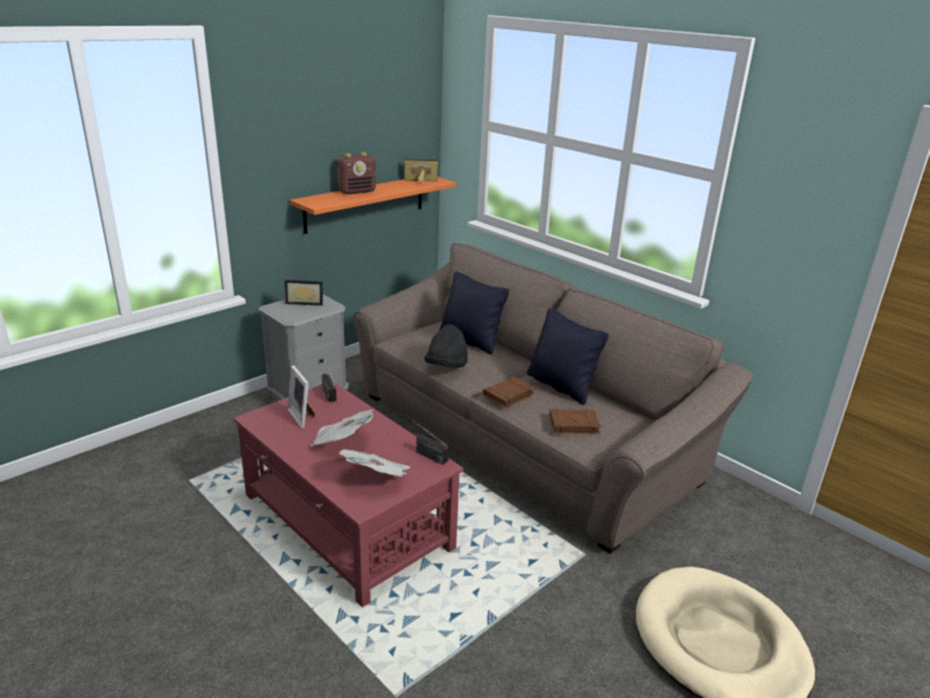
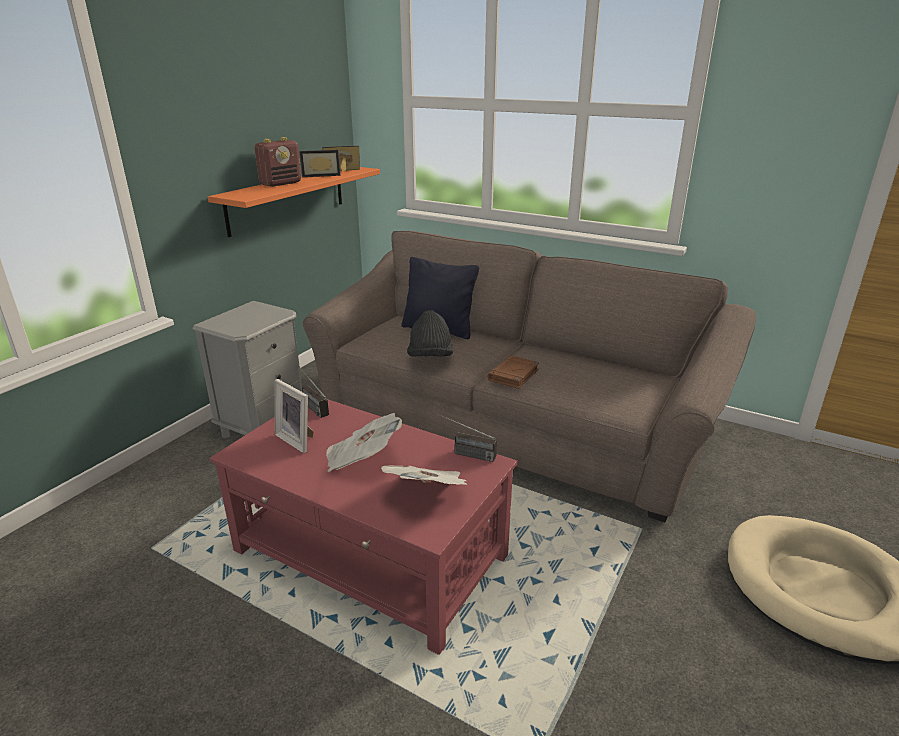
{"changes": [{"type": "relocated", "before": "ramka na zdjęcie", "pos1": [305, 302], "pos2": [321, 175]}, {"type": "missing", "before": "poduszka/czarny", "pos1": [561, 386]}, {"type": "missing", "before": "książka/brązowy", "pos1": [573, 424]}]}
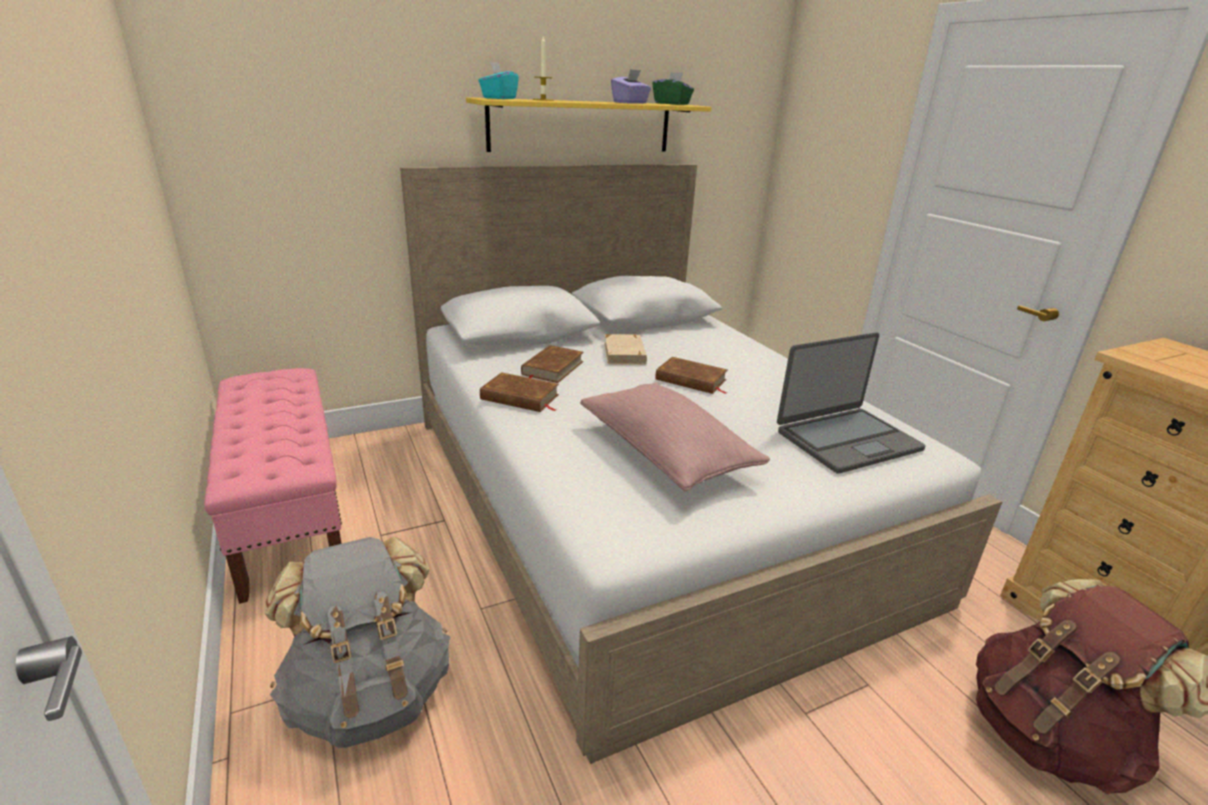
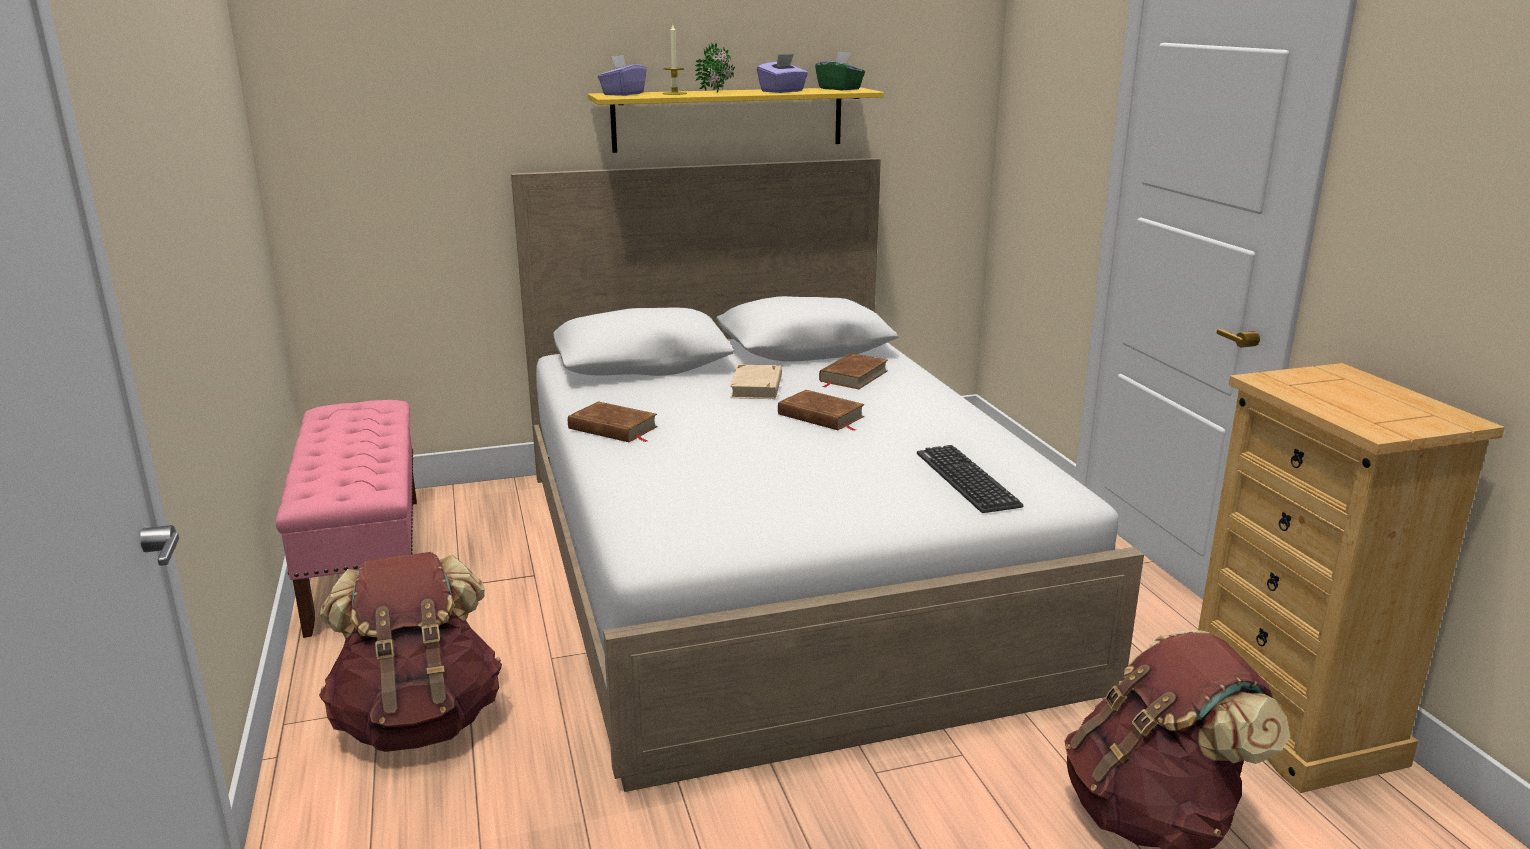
{"changes": [{"type": "colour", "before": "plecak/szary", "after": "plecak/brązowy", "pos1": [370, 694], "pos2": [419, 721]}, {"type": "colour", "before": "pudełko chusteczek/turkusowy", "after": "pudełko chusteczek/fioletowy", "pos1": [499, 98], "pos2": [623, 94]}, {"type": "relocated", "before": "książka/brązowy", "pos1": [552, 368], "pos2": [853, 376]}, {"type": "missing", "before": "poduszka/różowy", "pos1": [665, 453]}, {"type": "exchanged", "before": "laptop", "after": "klawiatura", "pos1": [846, 440], "pos2": [967, 479]}, {"type": "appeared", "after": "roślina doniczkowa", "pos2": [718, 92]}]}
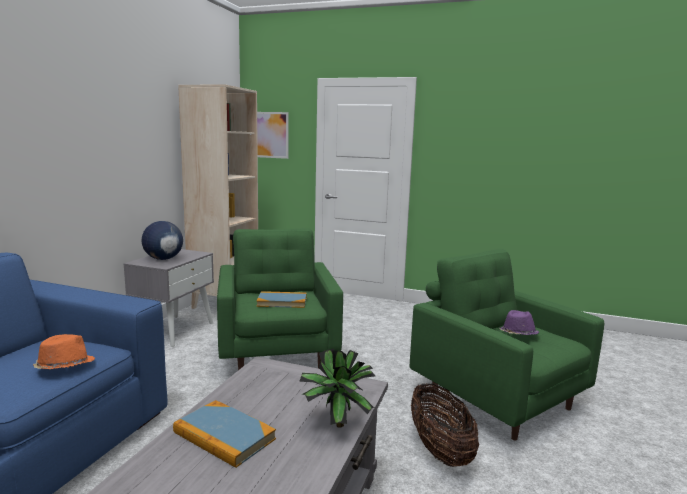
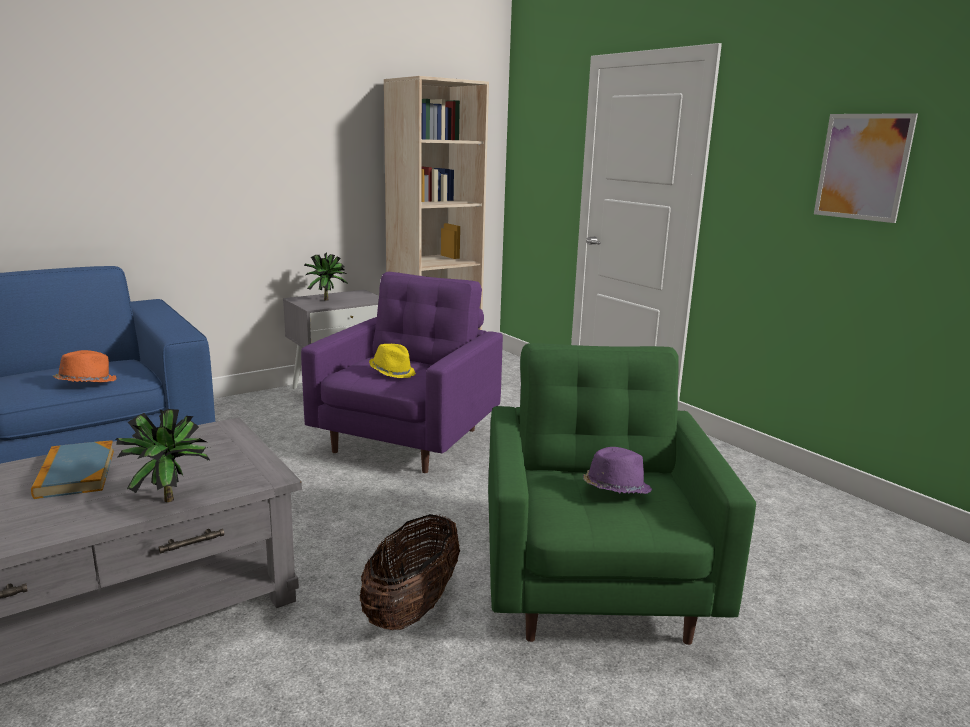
{"changes": [{"type": "exchanged", "before": "globus", "after": "roślina doniczkowa", "pos1": [163, 259], "pos2": [326, 299]}, {"type": "colour", "before": "fotel/zielony", "after": "fotel/fioletowy", "pos1": [278, 351], "pos2": [409, 439]}, {"type": "relocated", "before": "obraz", "pos1": [271, 135], "pos2": [863, 167]}, {"type": "exchanged", "before": "książka", "after": "kapelusz/żółty", "pos1": [282, 302], "pos2": [392, 372]}]}
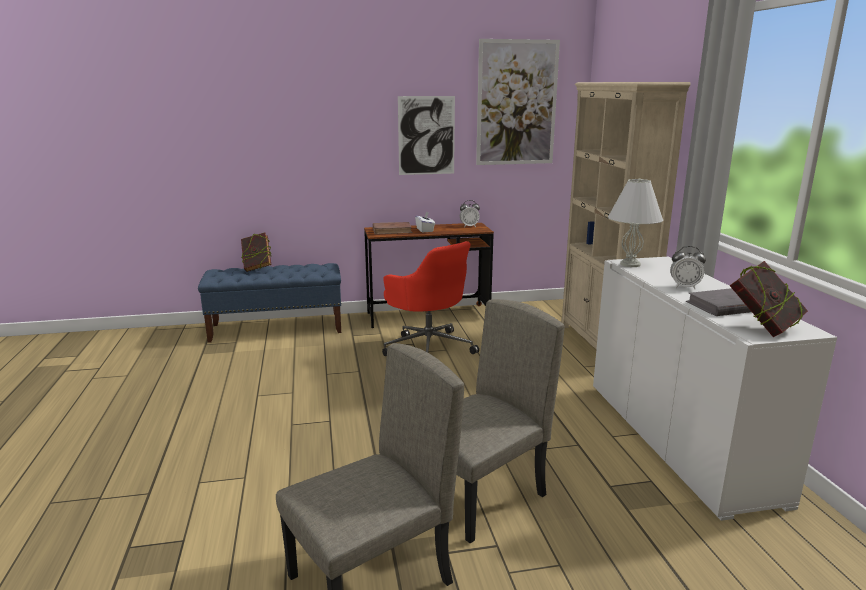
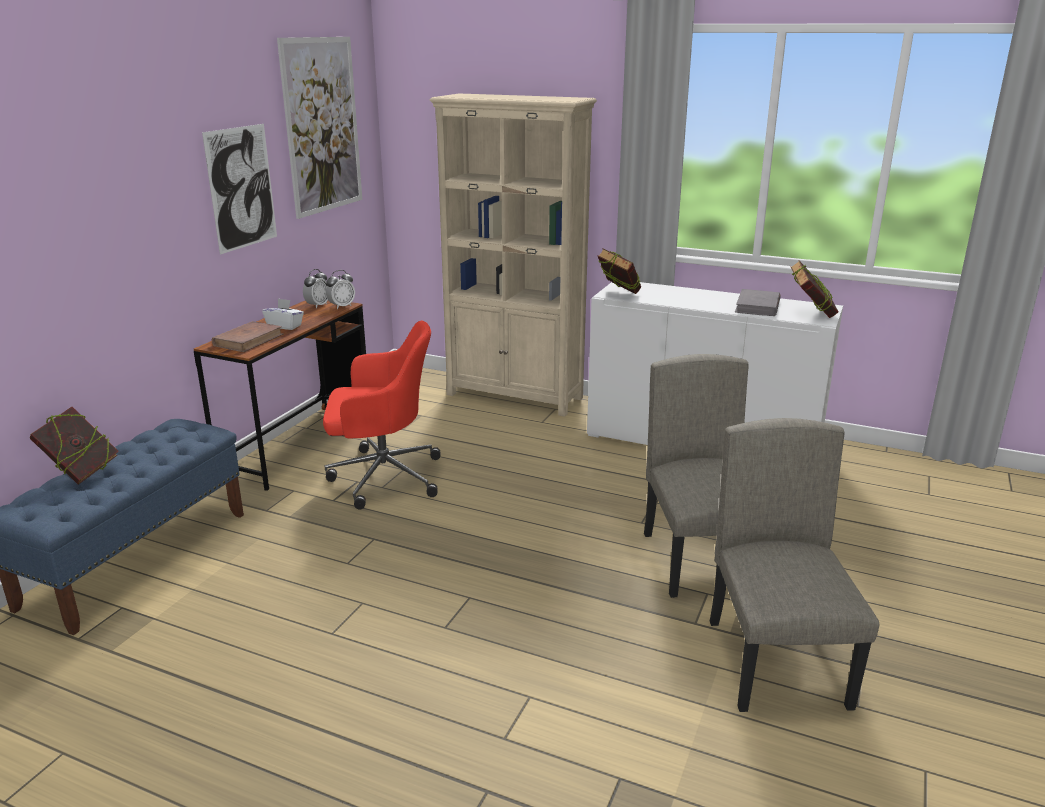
{"changes": [{"type": "exchanged", "before": "lampa stołowa/biały", "after": "książka", "pos1": [630, 264], "pos2": [618, 295]}, {"type": "relocated", "before": "budzik", "pos1": [684, 287], "pos2": [341, 306]}]}
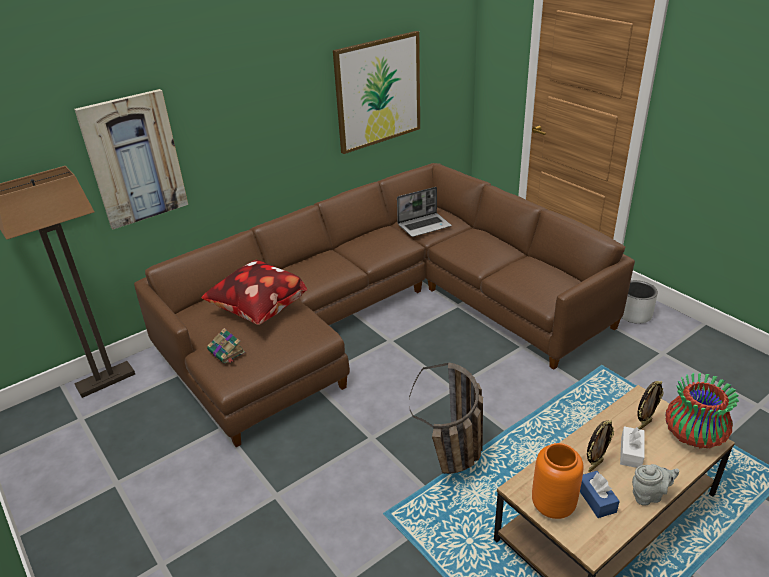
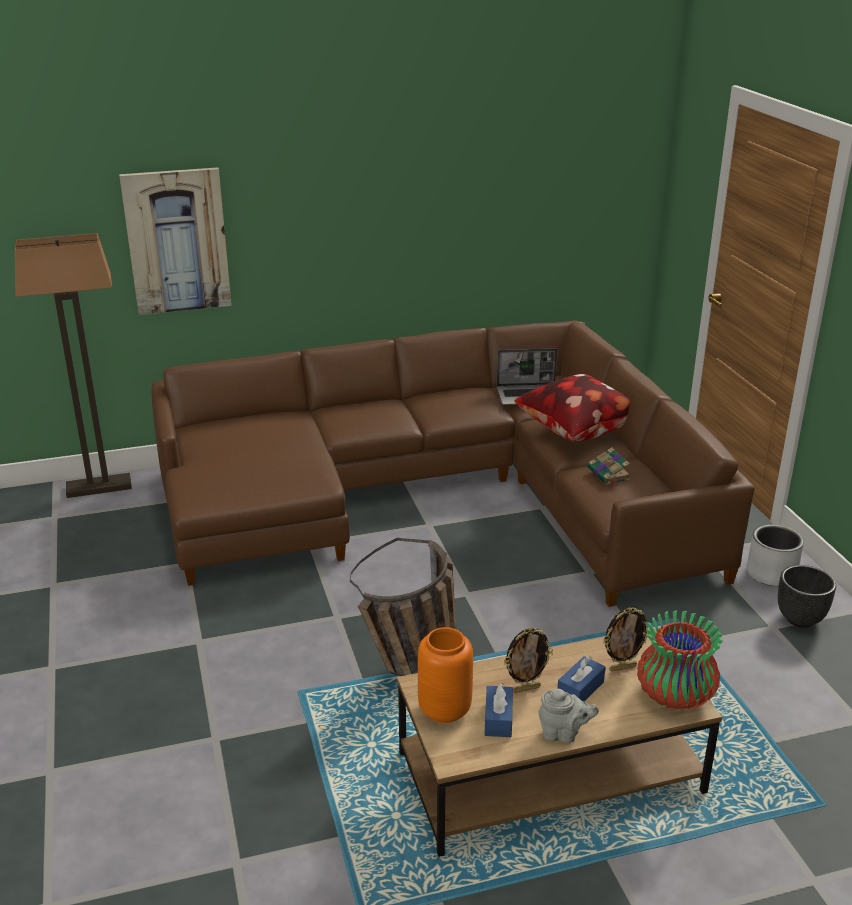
{"changes": [{"type": "relocated", "before": "poduszka", "pos1": [259, 312], "pos2": [574, 433]}, {"type": "relocated", "before": "książka", "pos1": [227, 352], "pos2": [609, 474]}, {"type": "missing", "before": "obraz", "pos1": [378, 92]}, {"type": "colour", "before": "pudełko chusteczek/biały", "after": "pudełko chusteczek/niebieski", "pos1": [631, 452], "pos2": [580, 689]}, {"type": "appeared", "after": "donica/czarny", "pos2": [800, 619]}]}
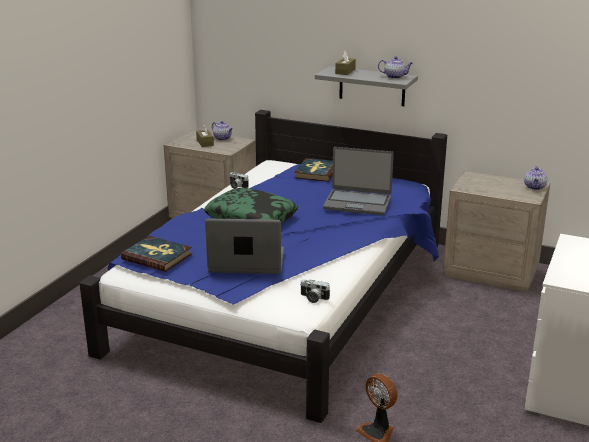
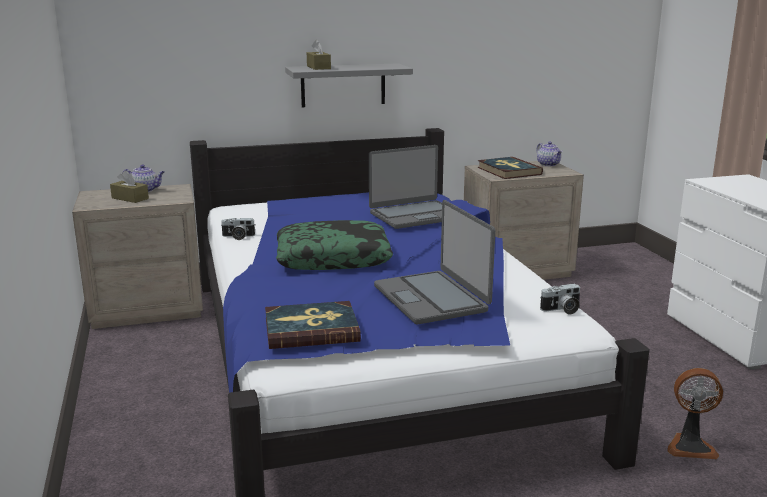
{"changes": [{"type": "spun", "before": "laptop", "pos1": [246, 262], "pos2": [431, 298], "turn": -75}, {"type": "relocated", "before": "książka", "pos1": [316, 172], "pos2": [508, 171]}, {"type": "missing", "before": "imbryk", "pos1": [395, 77]}]}
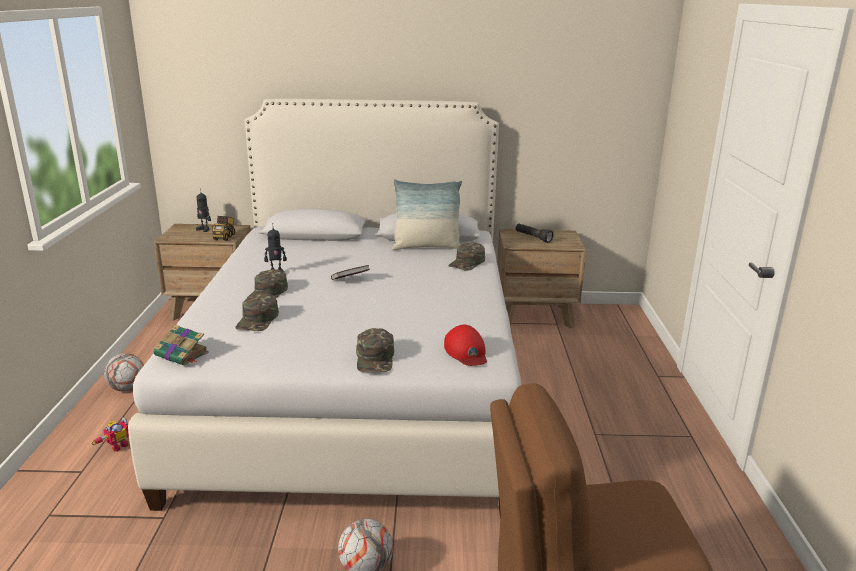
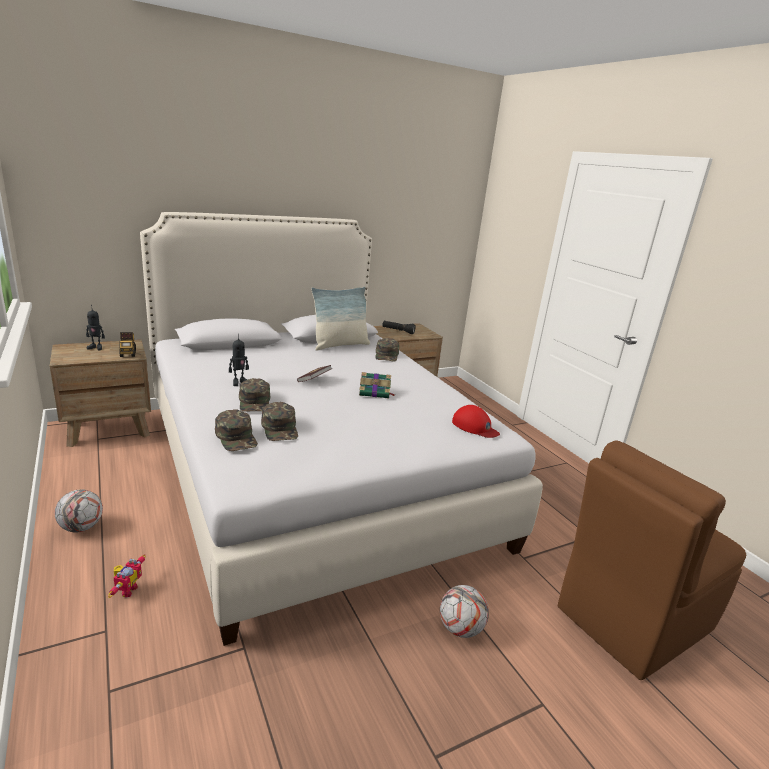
{"changes": [{"type": "relocated", "before": "książka", "pos1": [182, 354], "pos2": [375, 392]}, {"type": "relocated", "before": "czapka z daszkiem/zielony", "pos1": [375, 358], "pos2": [236, 437]}]}
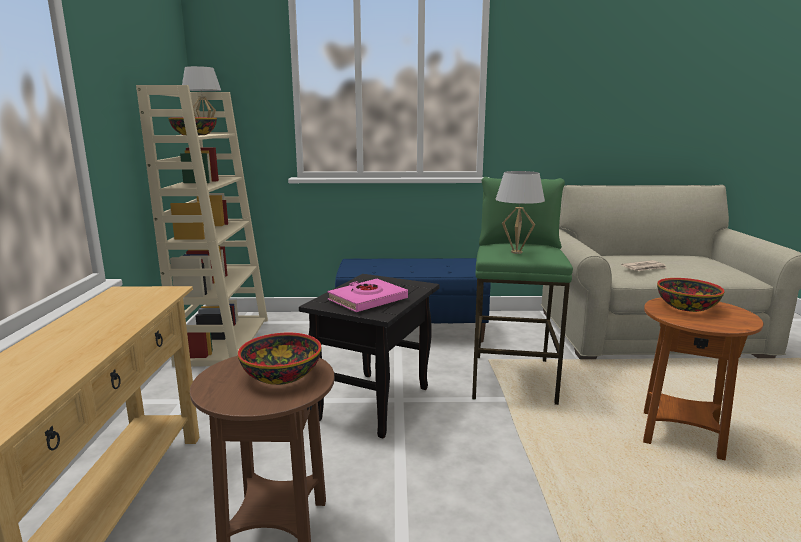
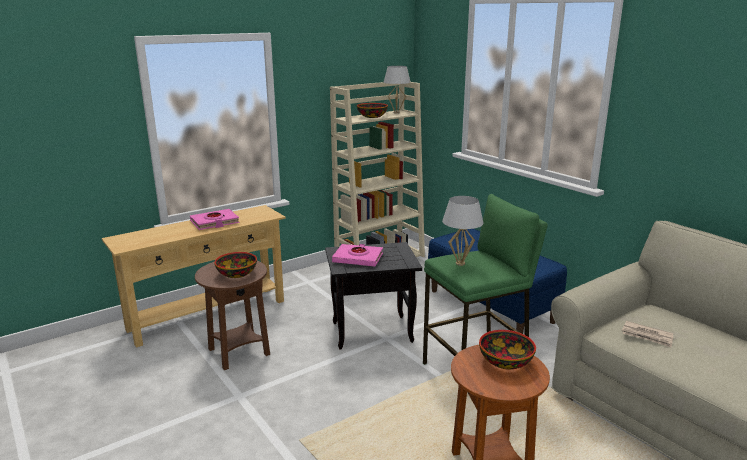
{"changes": [{"type": "appeared", "after": "książka/różowy", "pos2": [215, 222]}]}
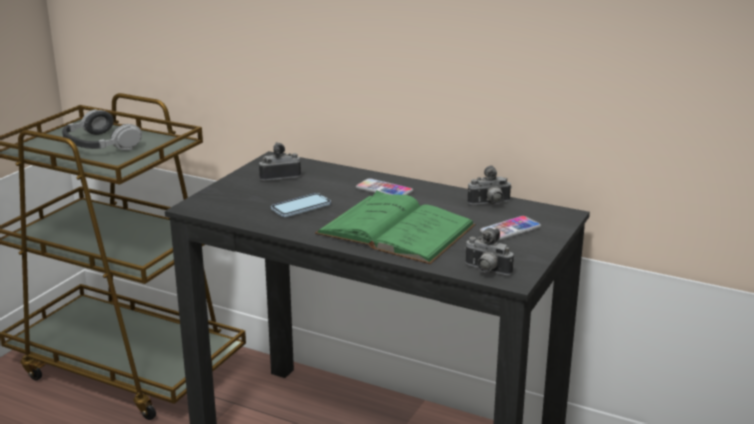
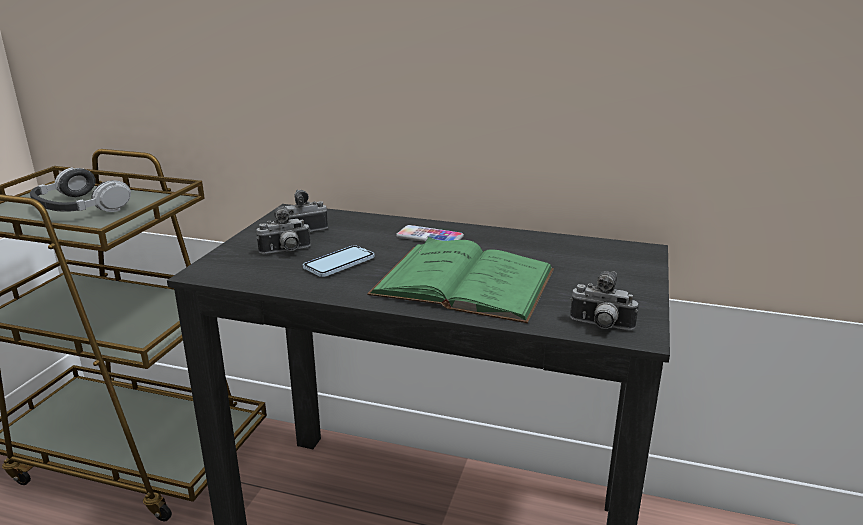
{"changes": [{"type": "relocated", "before": "aparat fotograficzny", "pos1": [490, 204], "pos2": [286, 252]}, {"type": "missing", "before": "telefon", "pos1": [510, 230]}]}
